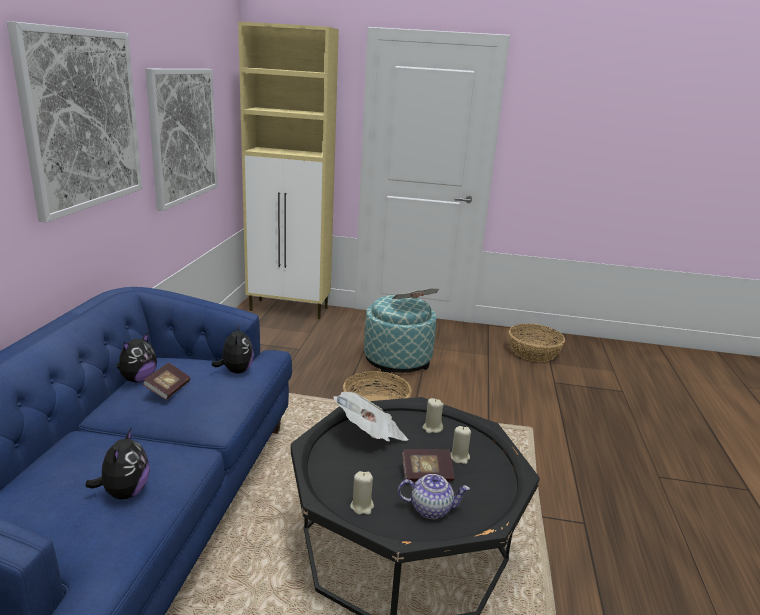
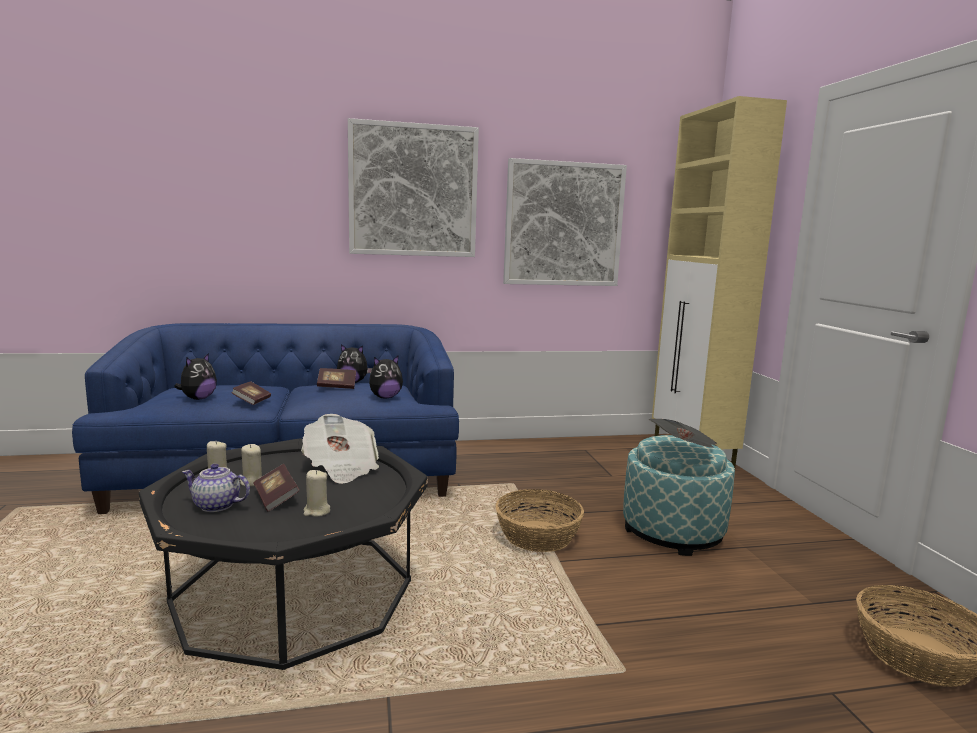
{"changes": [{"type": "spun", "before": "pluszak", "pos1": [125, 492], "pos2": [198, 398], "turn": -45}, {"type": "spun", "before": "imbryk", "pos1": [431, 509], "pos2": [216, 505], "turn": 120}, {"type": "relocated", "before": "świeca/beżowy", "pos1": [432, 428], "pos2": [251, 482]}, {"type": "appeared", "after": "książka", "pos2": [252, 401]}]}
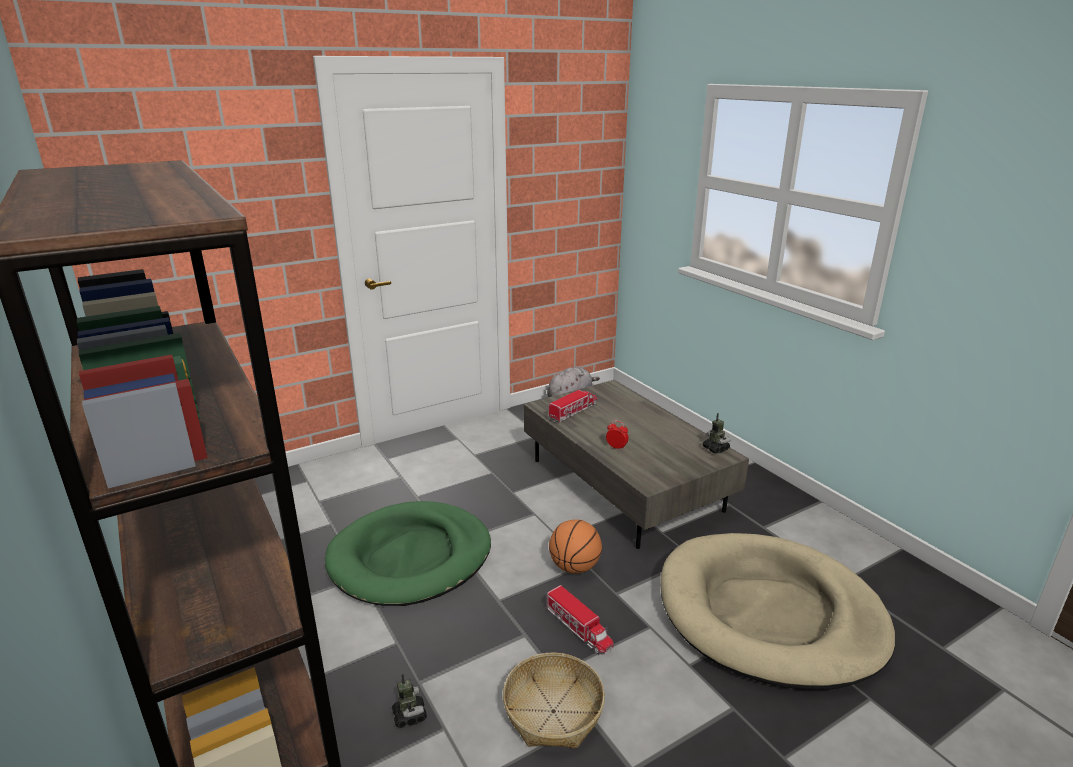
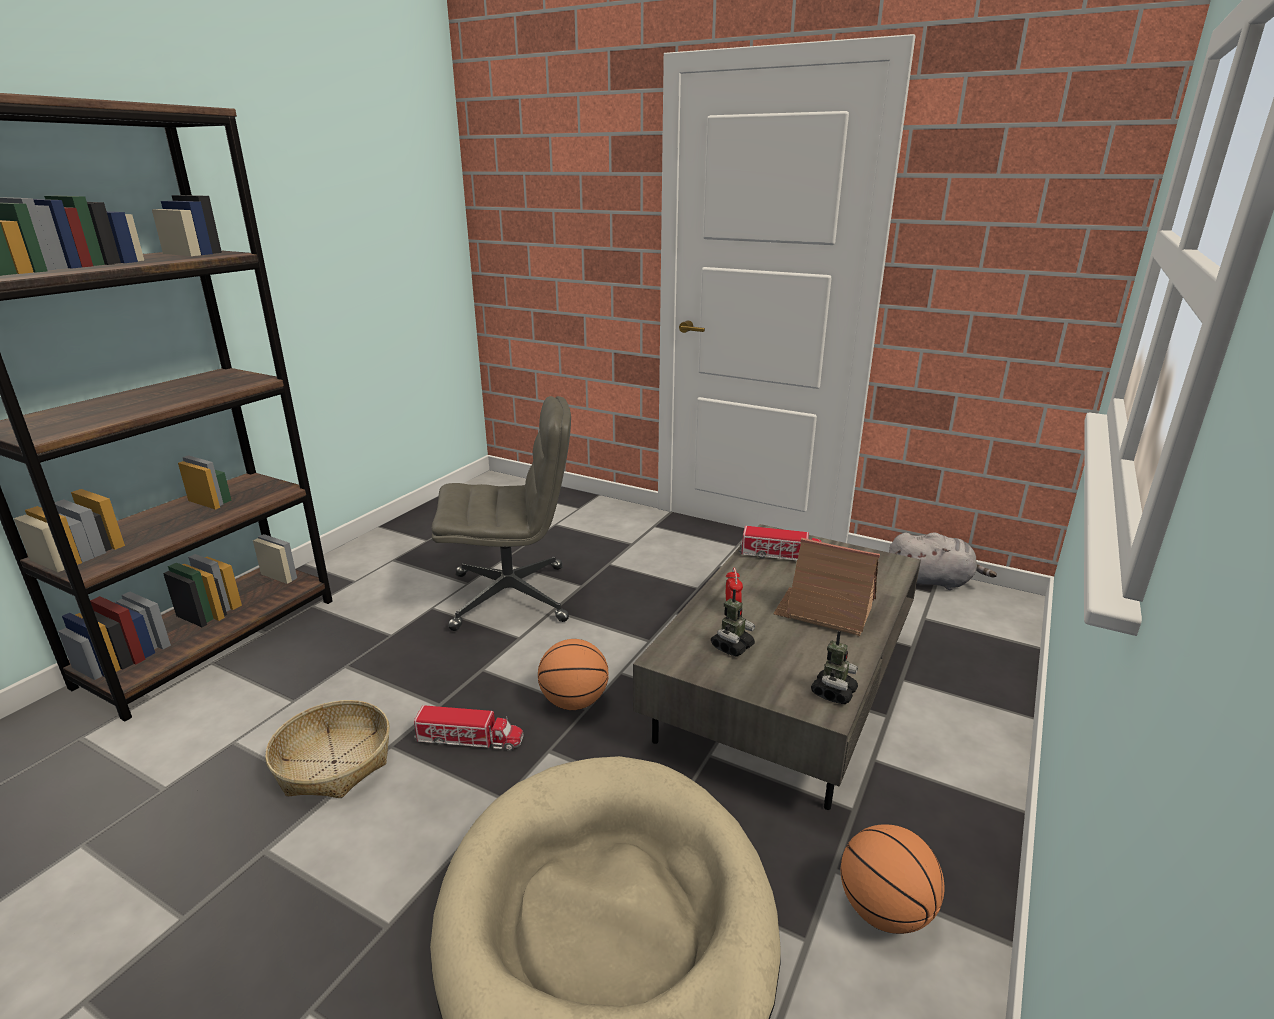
{"changes": [{"type": "exchanged", "before": "legowisko/zielony", "after": "krzesło biurowe/szary", "pos1": [411, 558], "pos2": [512, 597]}, {"type": "relocated", "before": "robot zabawkowy", "pos1": [409, 716], "pos2": [732, 647]}, {"type": "spun", "before": "ciężarówka zabawkowa", "pos1": [579, 628], "pos2": [469, 739], "turn": -105}, {"type": "appeared", "after": "domek", "pos2": [825, 611]}, {"type": "appeared", "after": "piłka do koszykówki", "pos2": [884, 911]}]}
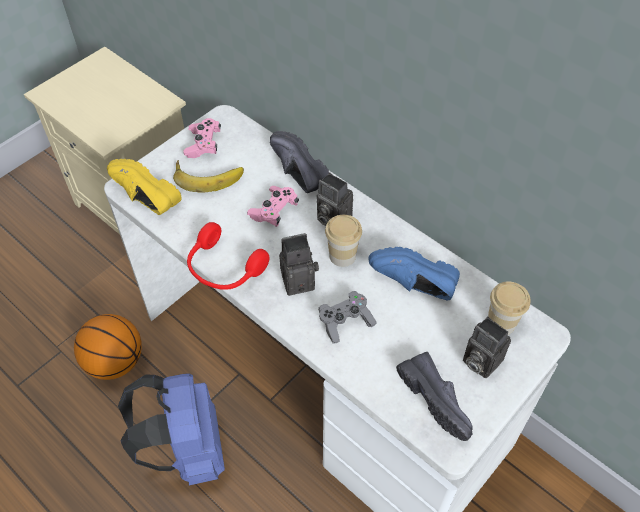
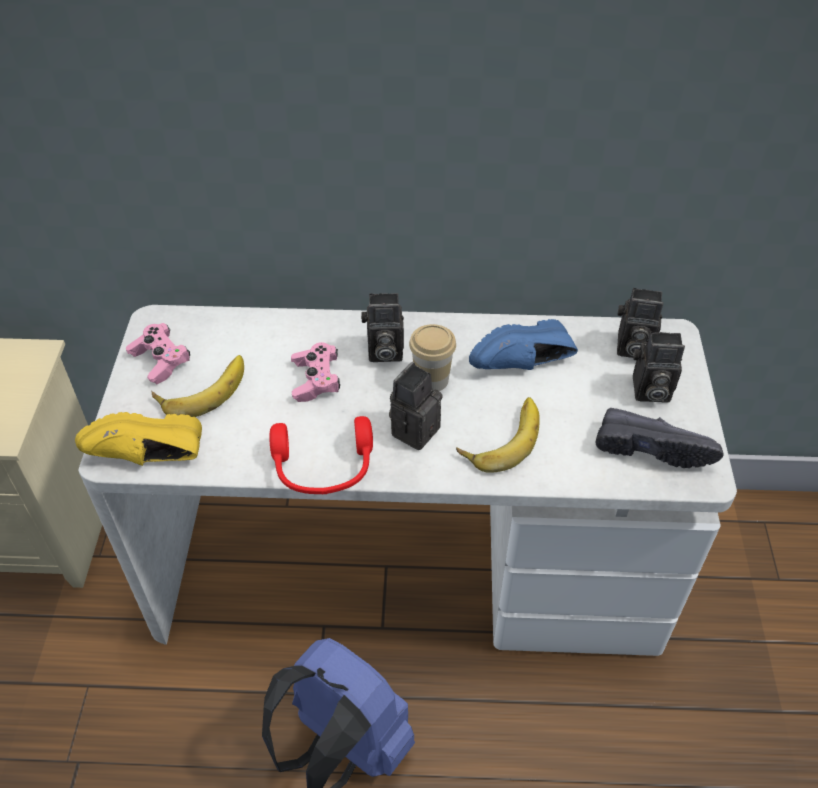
{"changes": [{"type": "missing", "before": "piłka do koszykówki", "pos1": [115, 362]}, {"type": "missing", "before": "but/czarny", "pos1": [295, 174]}, {"type": "exchanged", "before": "pad do gier/szary", "after": "banan", "pos1": [345, 322], "pos2": [501, 437]}, {"type": "exchanged", "before": "filiżanka", "after": "aparat fotograficzny", "pos1": [501, 323], "pos2": [631, 348]}]}
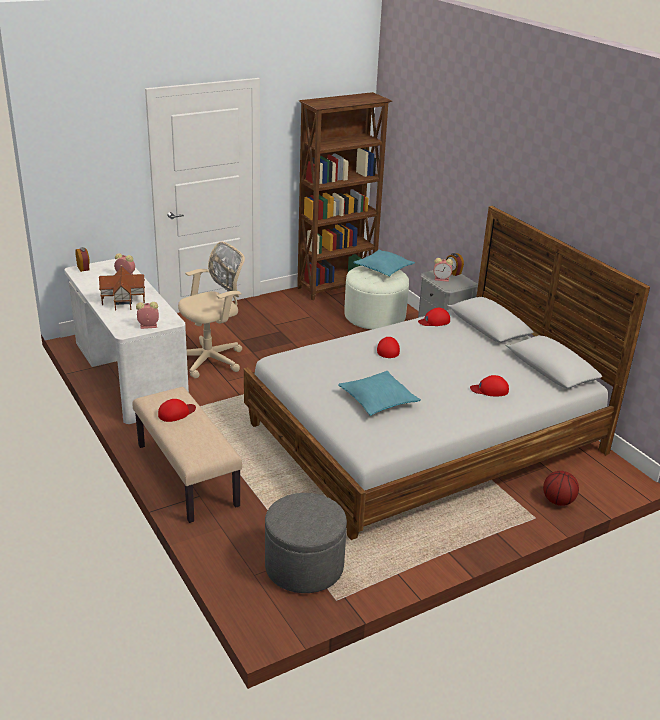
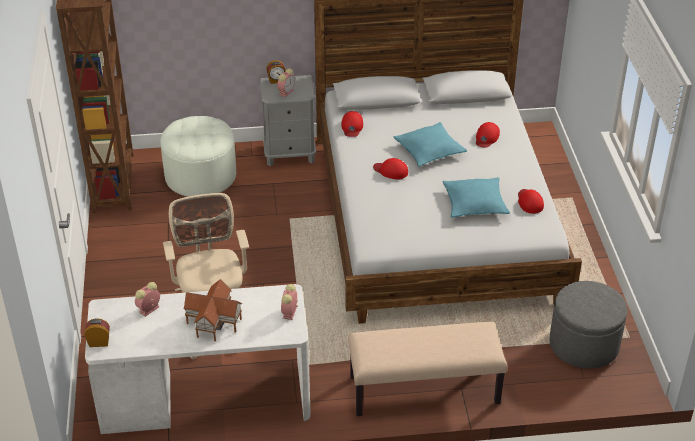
{"changes": [{"type": "relocated", "before": "czapka z daszkiem/czerwony", "pos1": [176, 413], "pos2": [529, 202]}, {"type": "relocated", "before": "poduszka/turkusowy", "pos1": [383, 269], "pos2": [429, 150]}, {"type": "missing", "before": "piłka do koszykówki", "pos1": [558, 501]}]}
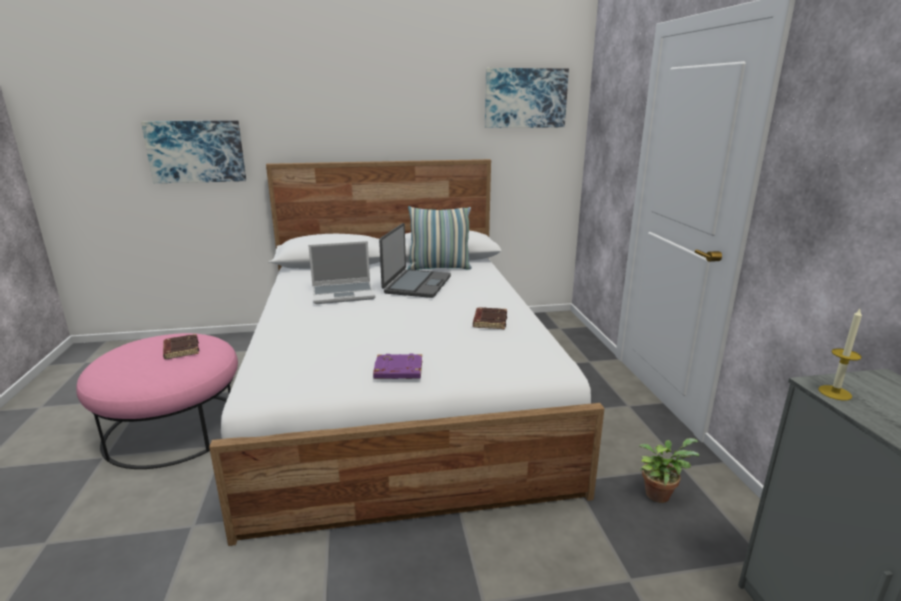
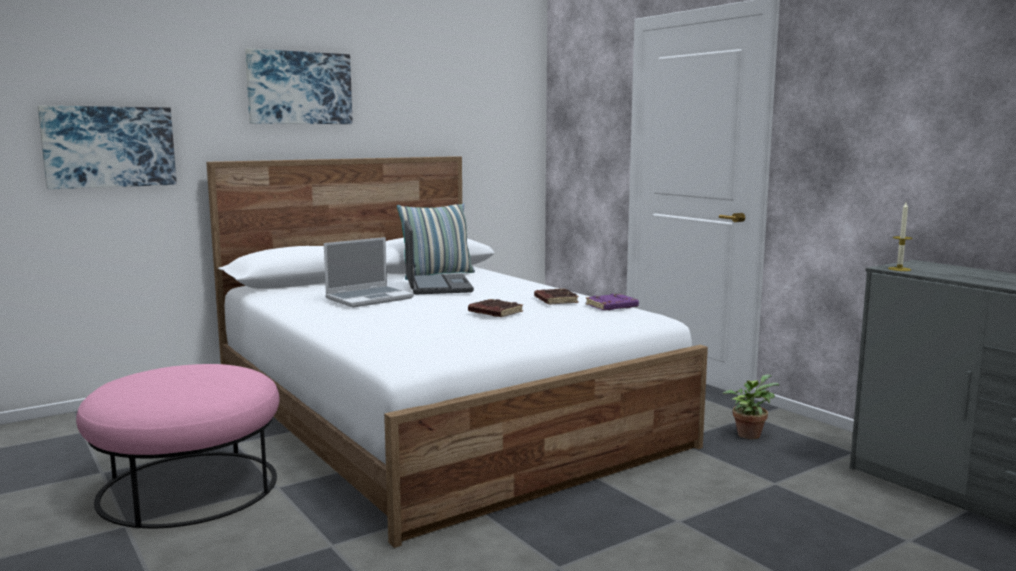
{"changes": [{"type": "relocated", "before": "książka/brązowy", "pos1": [181, 350], "pos2": [494, 312]}, {"type": "relocated", "before": "książka/fioletowy", "pos1": [398, 371], "pos2": [611, 306]}, {"type": "relocated", "before": "obraz", "pos1": [525, 98], "pos2": [299, 88]}]}
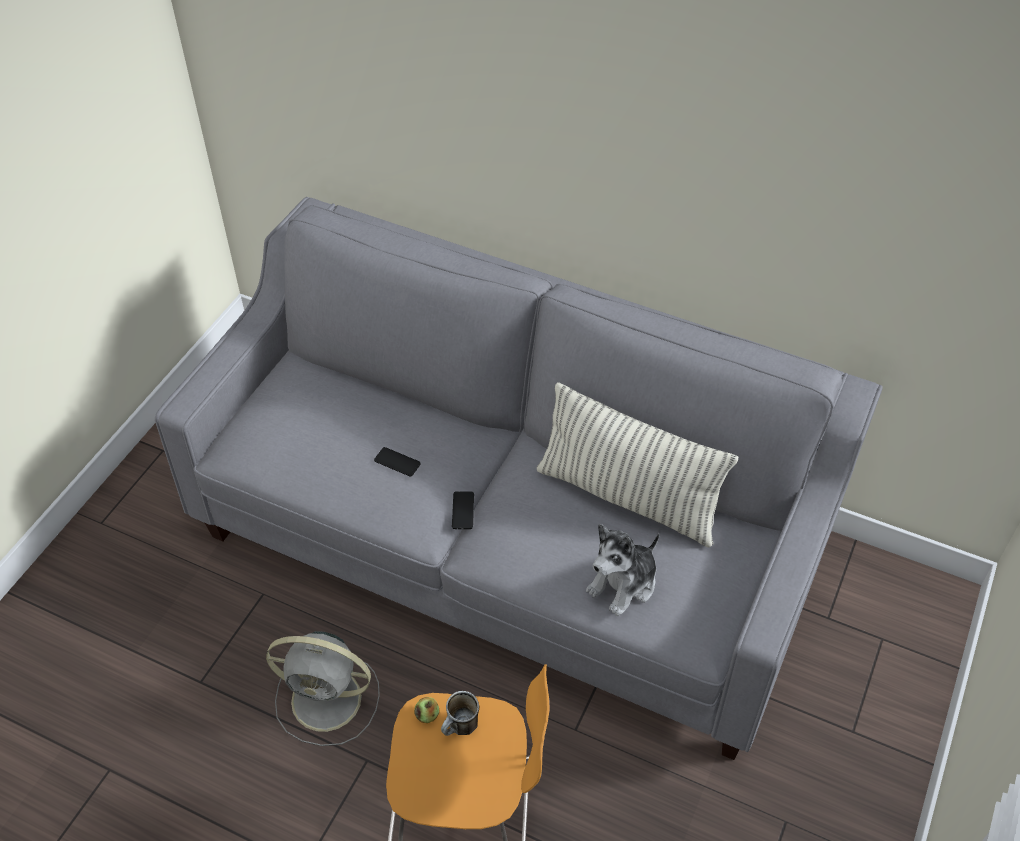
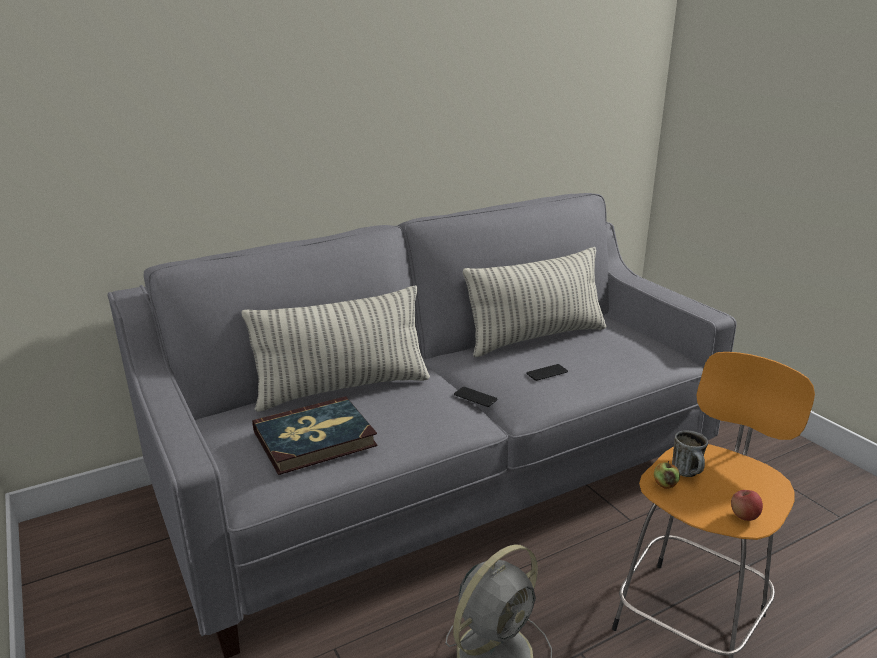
{"changes": [{"type": "relocated", "before": "telefon", "pos1": [397, 462], "pos2": [547, 373]}, {"type": "missing", "before": "pluszak", "pos1": [624, 584]}, {"type": "appeared", "after": "poduszka", "pos2": [342, 389]}, {"type": "appeared", "after": "książka", "pos2": [315, 439]}, {"type": "appeared", "after": "jabłko", "pos2": [744, 516]}]}
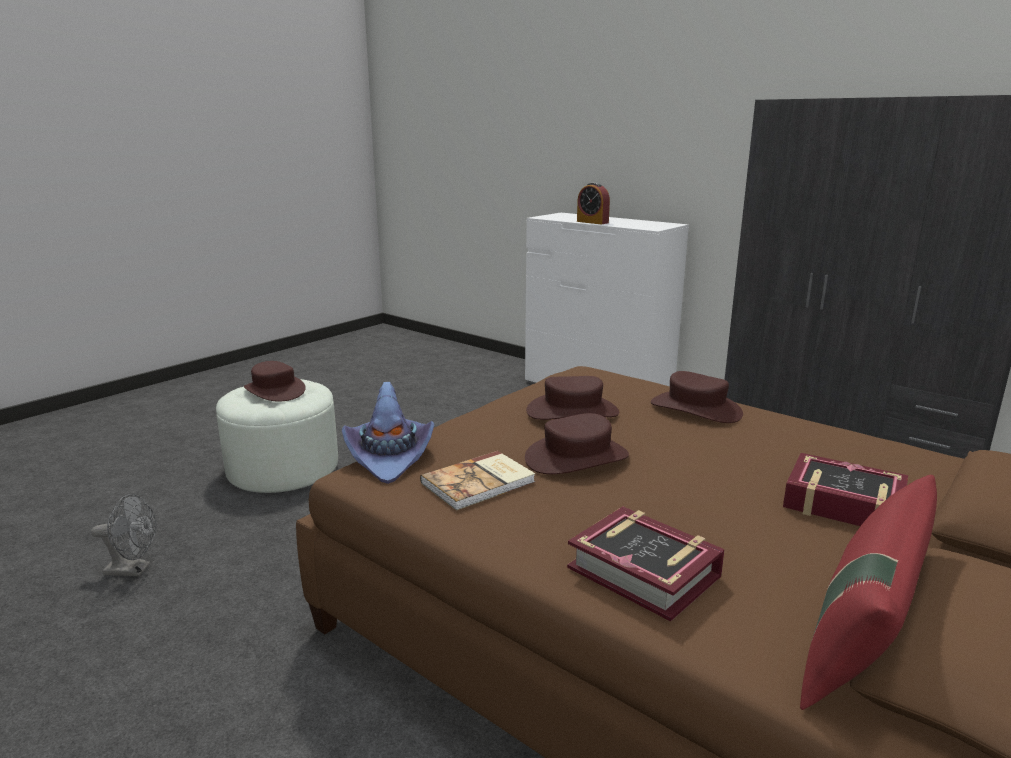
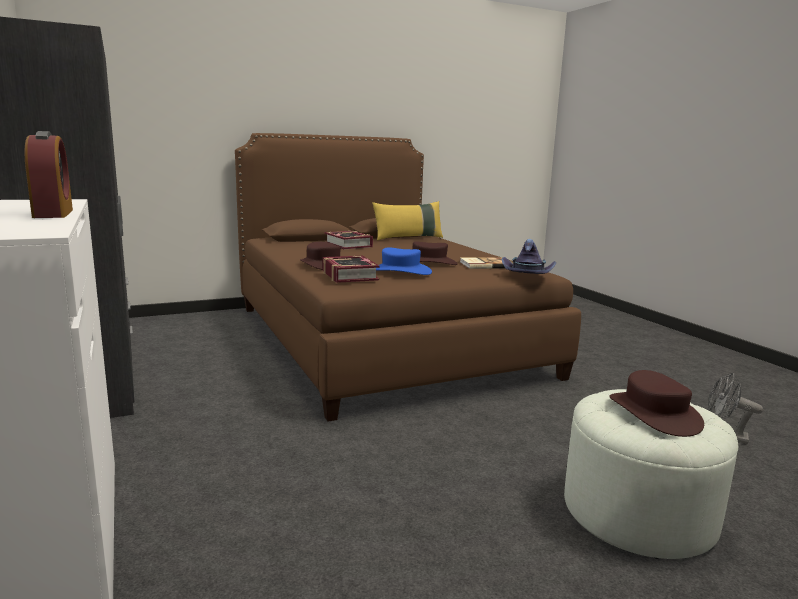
{"changes": [{"type": "colour", "before": "kapelusz/brązowy", "after": "kapelusz/niebieski", "pos1": [572, 411], "pos2": [400, 271]}, {"type": "relocated", "before": "książka", "pos1": [644, 572], "pos2": [349, 275]}, {"type": "colour", "before": "poduszka/czerwony", "after": "poduszka/żółty", "pos1": [862, 636], "pos2": [408, 238]}]}
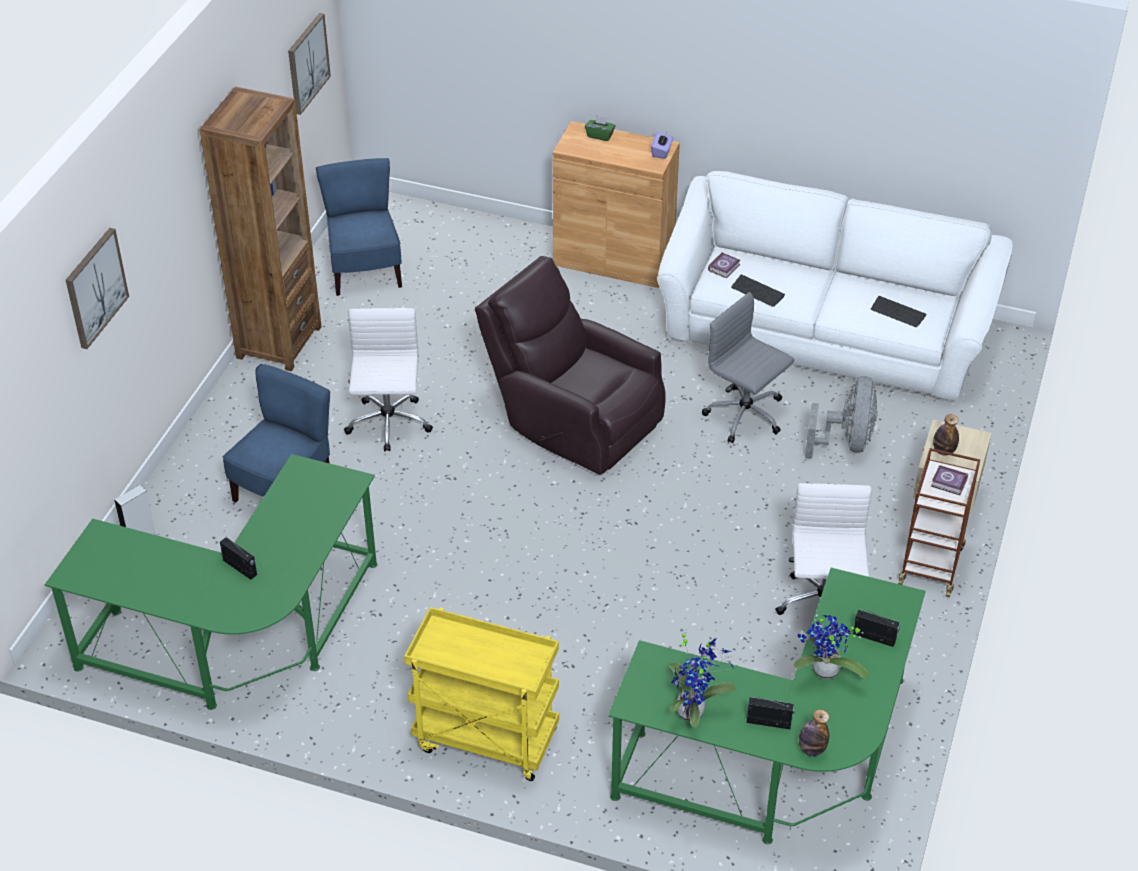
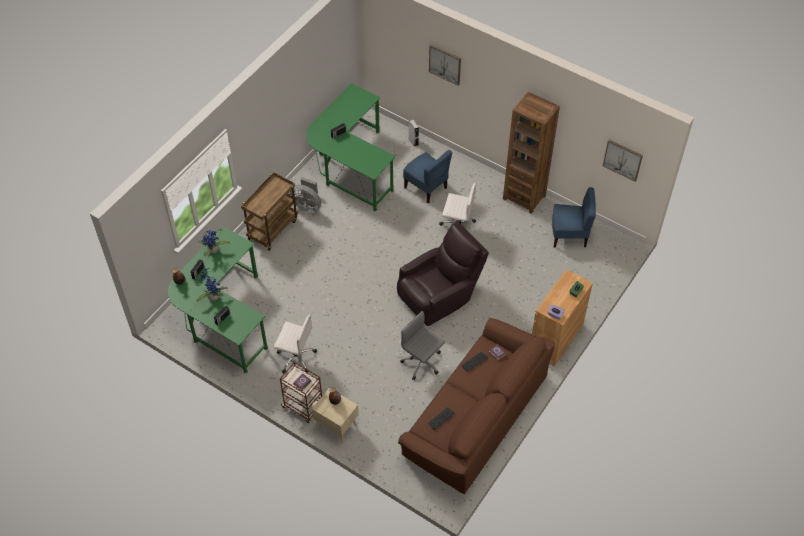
{"changes": [{"type": "colour", "before": "wózek/żółty", "after": "wózek/brązowy", "pos1": [484, 740], "pos2": [272, 229]}, {"type": "colour", "before": "kanapa/biały", "after": "kanapa/brązowy", "pos1": [825, 331], "pos2": [475, 416]}, {"type": "spun", "before": "krzesło biurowe/szary", "pos1": [746, 416], "pos2": [422, 363], "turn": -105}, {"type": "relocated", "before": "wentylator/szary", "pos1": [846, 442], "pos2": [307, 205]}]}
